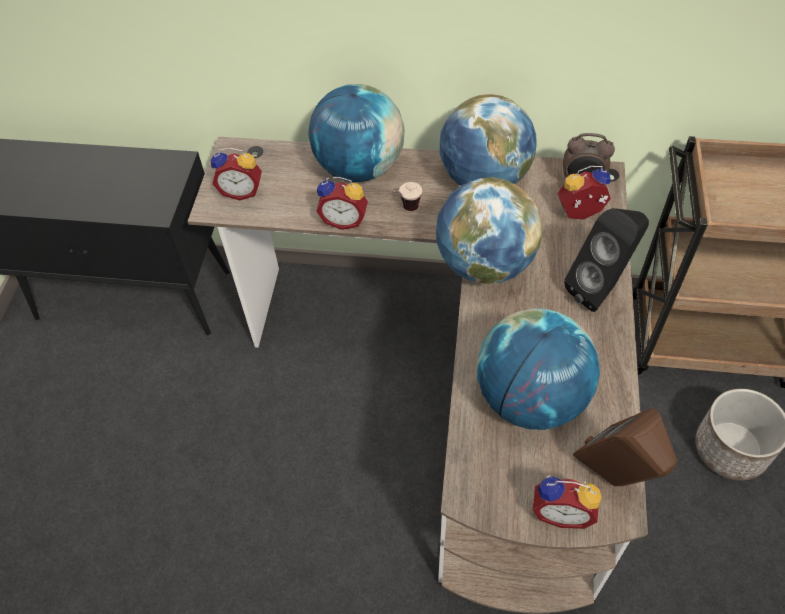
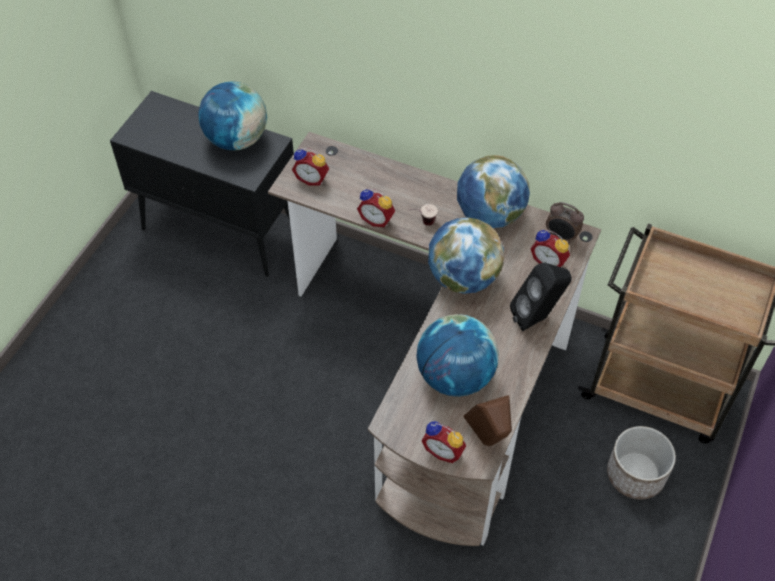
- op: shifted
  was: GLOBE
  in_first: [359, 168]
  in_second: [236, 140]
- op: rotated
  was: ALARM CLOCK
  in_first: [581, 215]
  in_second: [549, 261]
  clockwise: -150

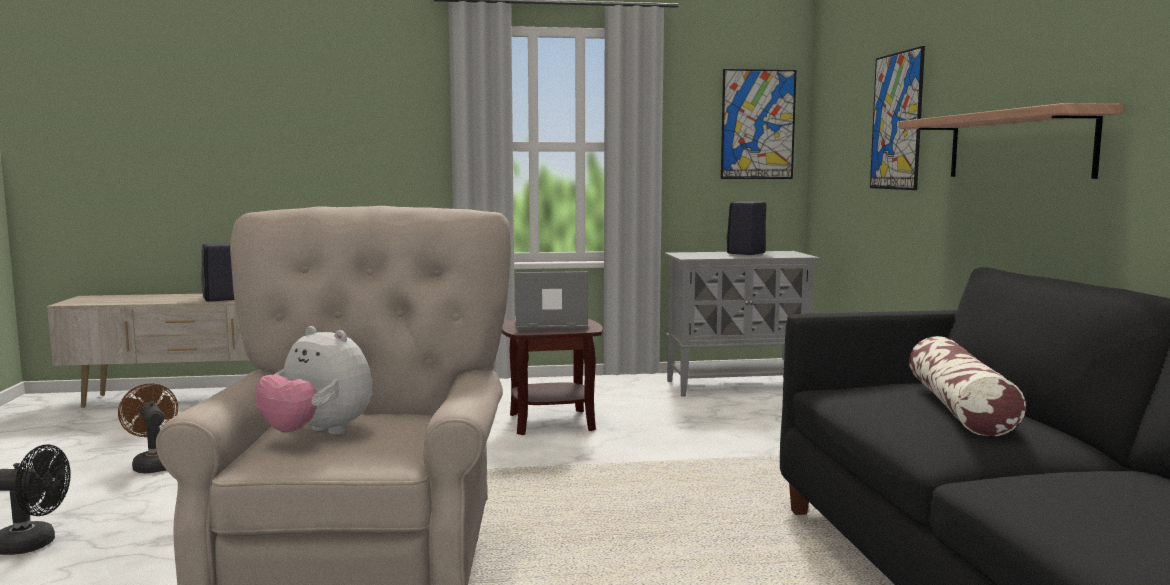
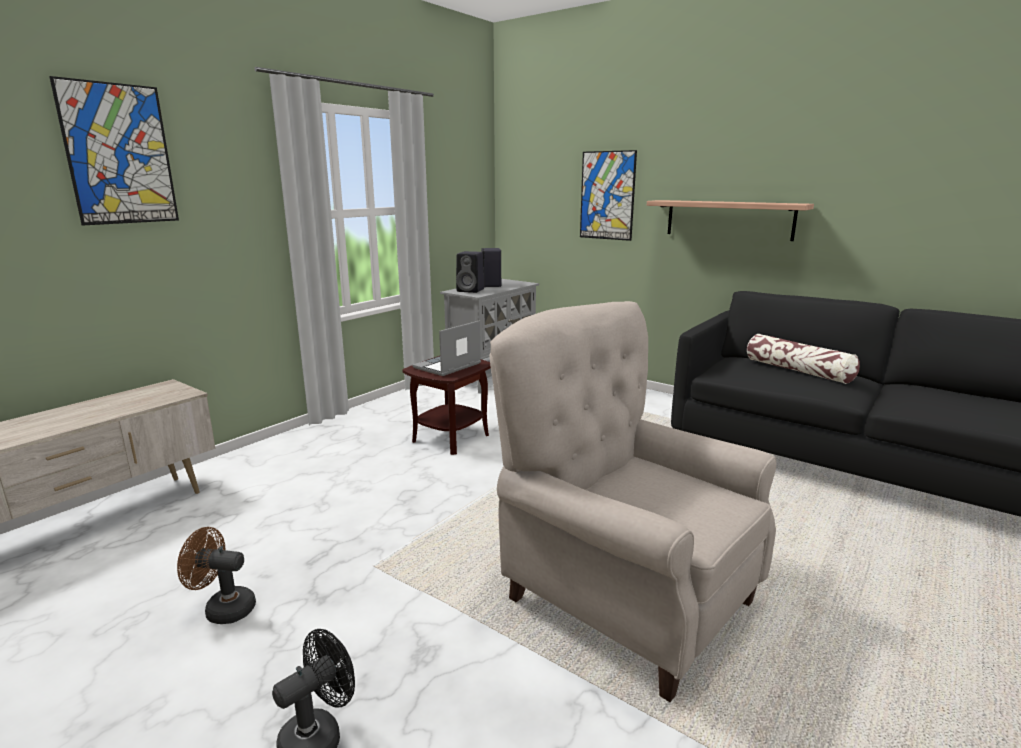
- op: shifted
  was: BLACK SPEAKER
  in_first: [221, 299]
  in_second: [471, 290]
- op: gone
  was: PLUSH TOY
  in_first: [317, 434]
- op: shifted
  was: PICTURE
  in_first: [758, 124]
  in_second: [119, 154]

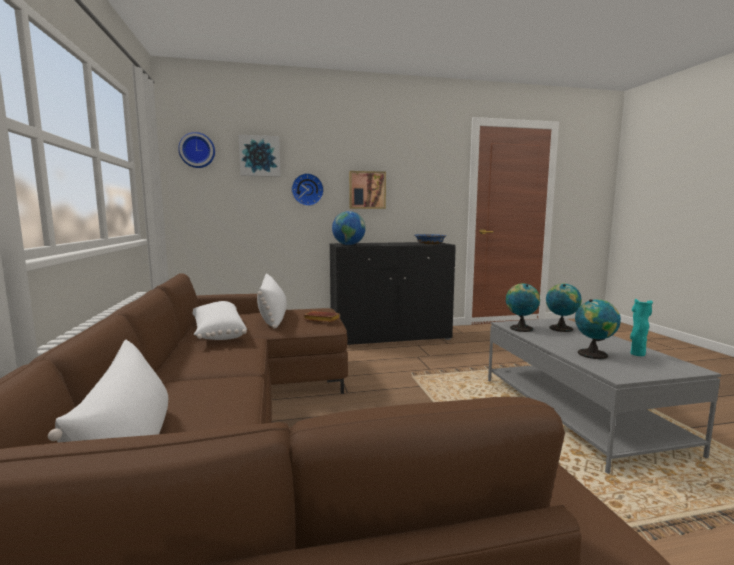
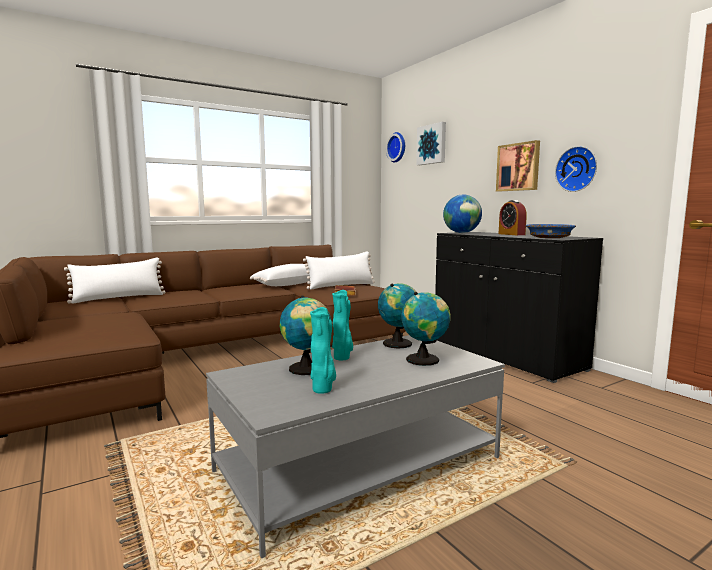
- op: shifted
  was: WALL CLOCK
  in_first: [307, 189]
  in_second: [577, 169]
- op: new
  now: TURQUOISE VASE
  in_second: [342, 358]
- op: new
  now: ALARM CLOCK
  in_second: [511, 234]

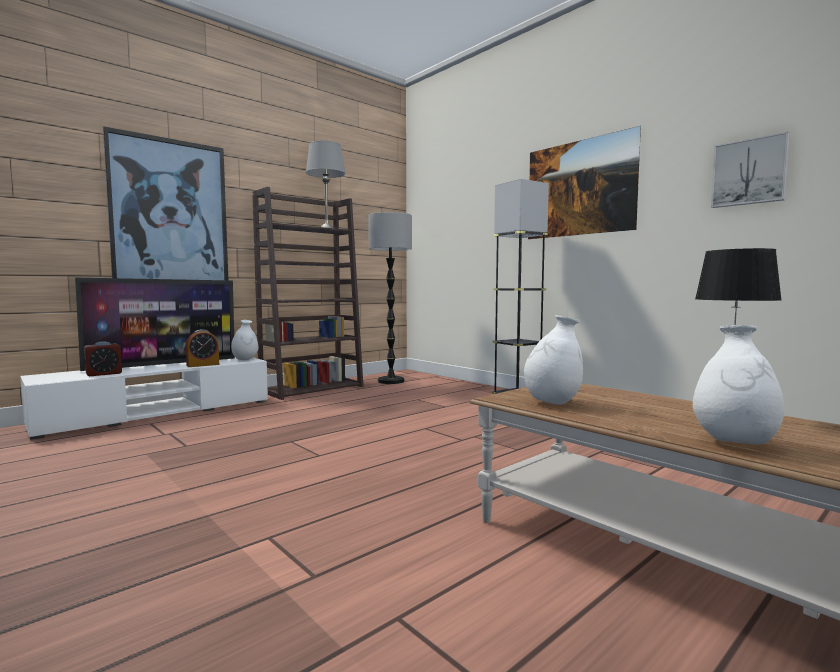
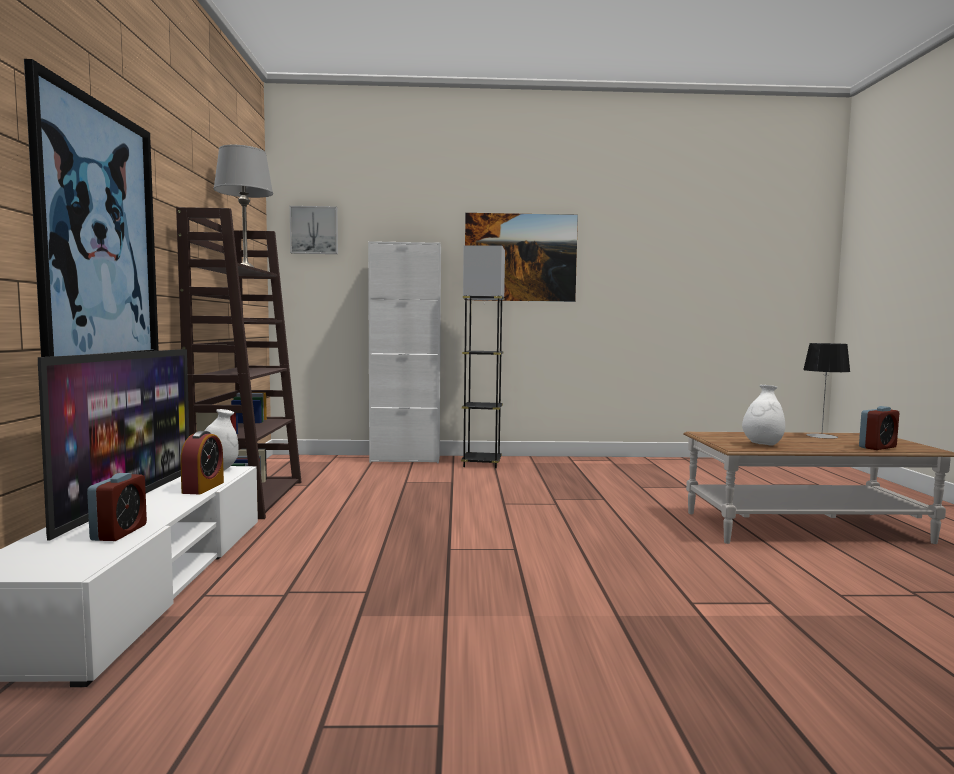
- op: gone
  was: FLOOR LAMP
  in_first: [390, 381]
- op: swapped
  was: WHITE VASE
  now: ALARM CLOCK
  in_first: [734, 443]
  in_second: [877, 447]
- op: shifted
  was: PICTURE
  in_first: [749, 172]
  in_second: [314, 230]
- op: new
  now: WHITE CABINET
  in_second: [405, 459]

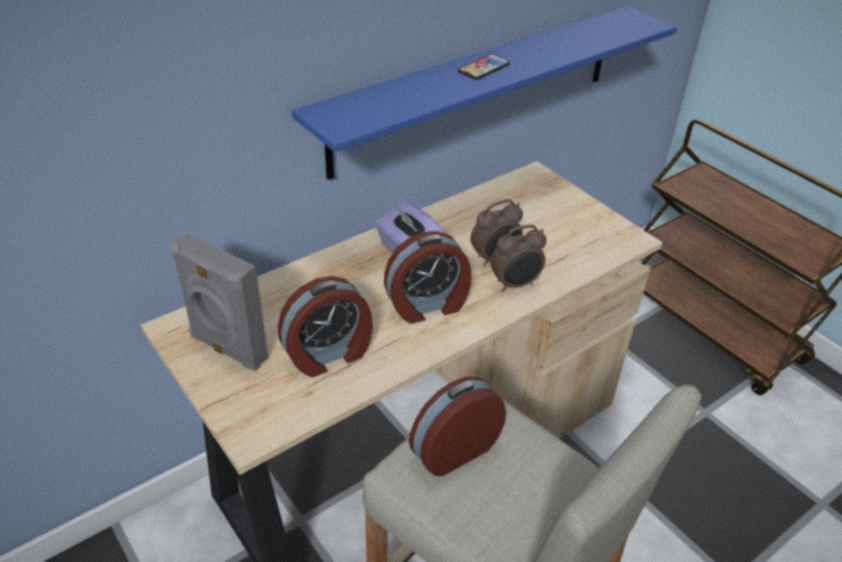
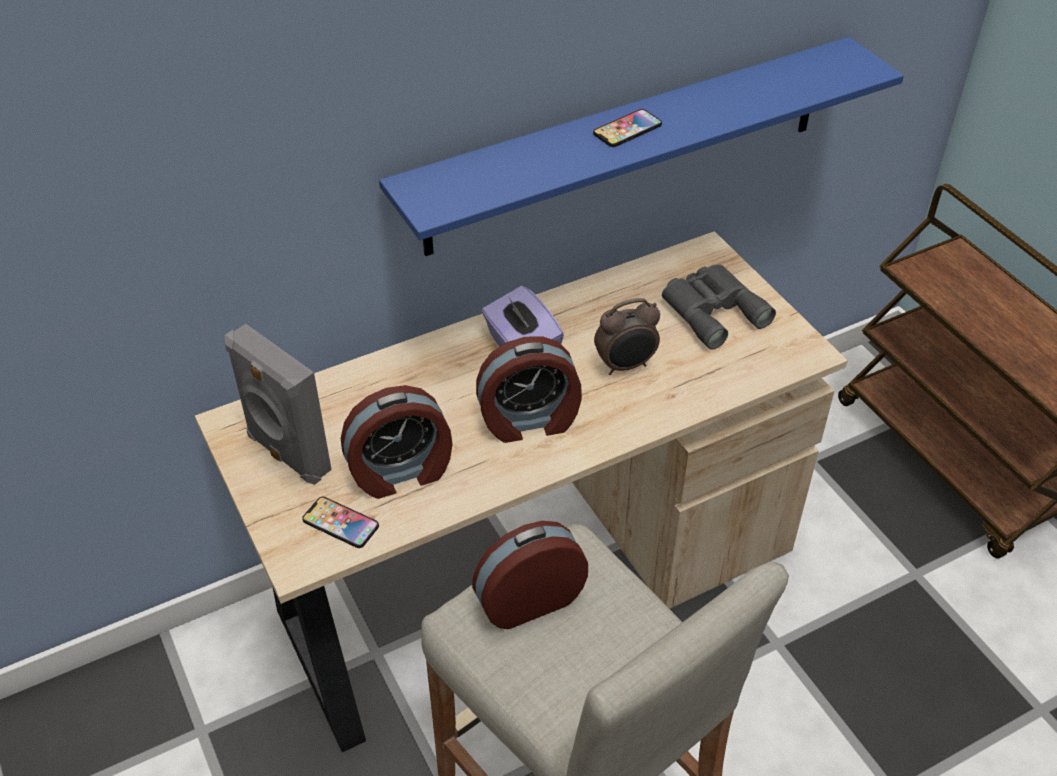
- op: gone
  was: ALARM CLOCK
  in_first: [515, 284]
- op: new
  now: PHONE
  in_second: [340, 523]
- op: new
  now: GREY BINOCULARS
  in_second: [711, 309]

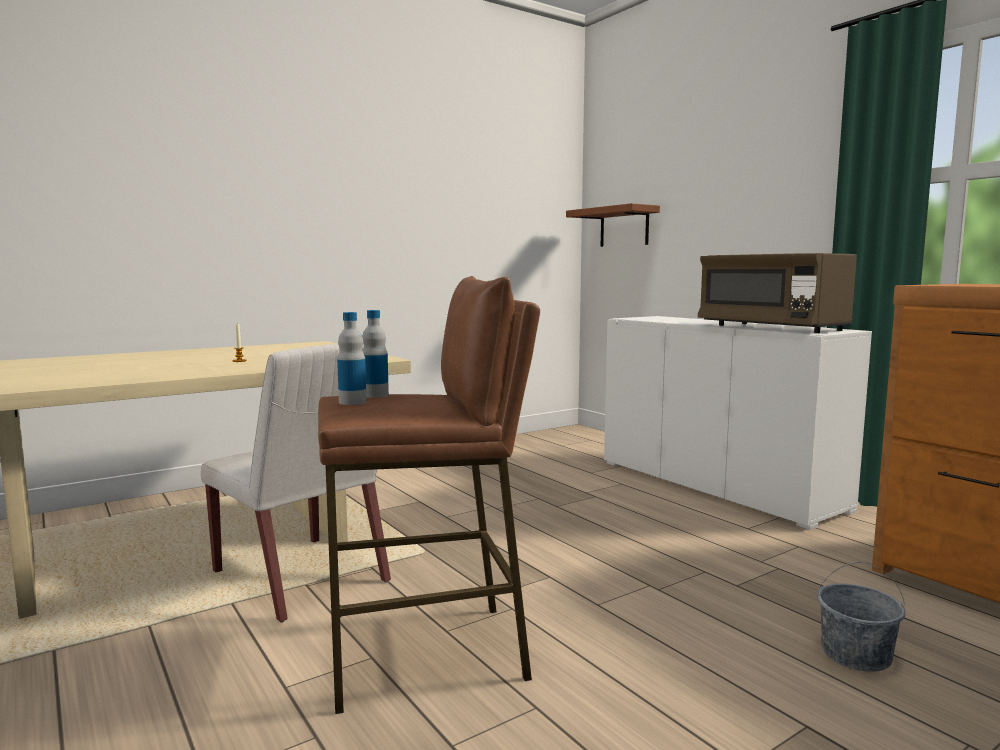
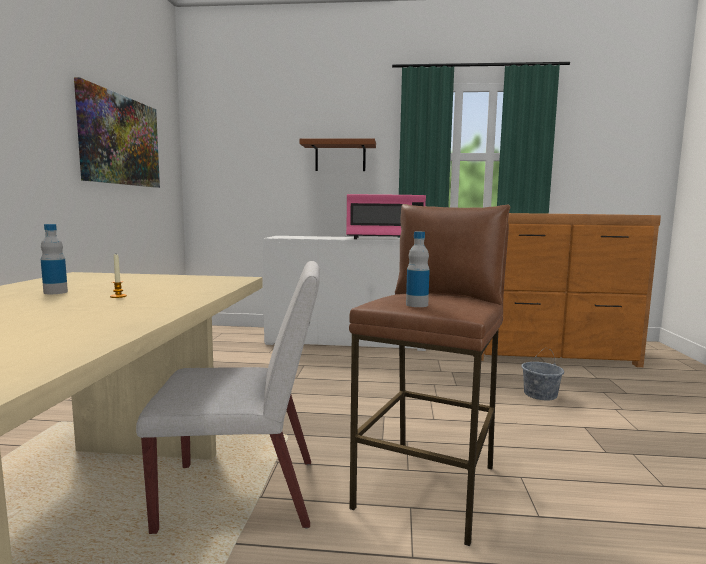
- op: shifted
  was: BOTTLE
  in_first: [375, 395]
  in_second: [55, 292]
- op: shifted
  was: BROWN SHELF
  in_first: [624, 227]
  in_second: [340, 157]
- op: repainted
  was: BROWN MICROWAVE
  now: PINK MICROWAVE
  in_first: [771, 328]
  in_second: [385, 239]
- op: new
  now: PICTURE
  in_second: [120, 140]

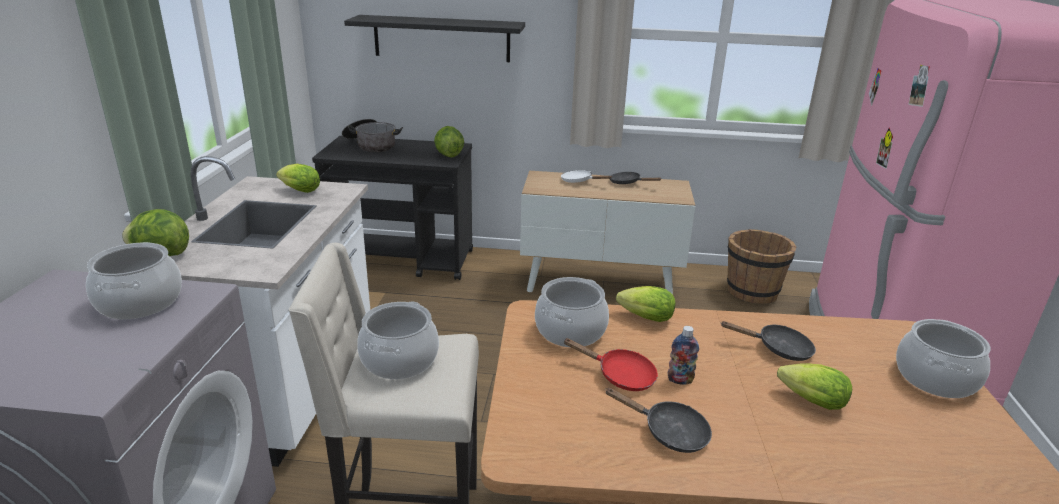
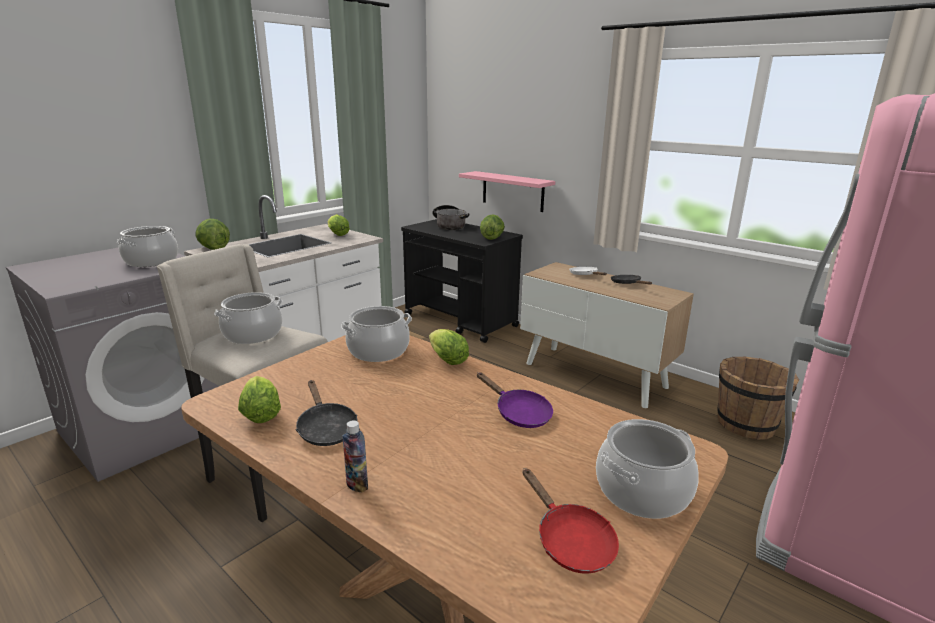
- op: gone
  was: BLACK SHELF
  in_first: [441, 38]
- op: shifted
  was: RED FRYING PAN
  in_first: [620, 375]
  in_second: [570, 541]
- op: shifted
  was: BOTTLE
  in_first: [680, 380]
  in_second: [357, 485]
- op: repainted
  was: BLACK FRYING PAN
  now: PURPLE FRYING PAN
  in_first: [778, 349]
  in_second: [519, 413]
- op: shifted
  was: LETTUCE
  in_first: [808, 400]
  in_second: [261, 413]
- op: new
  now: PINK SHELF
  in_second: [512, 191]

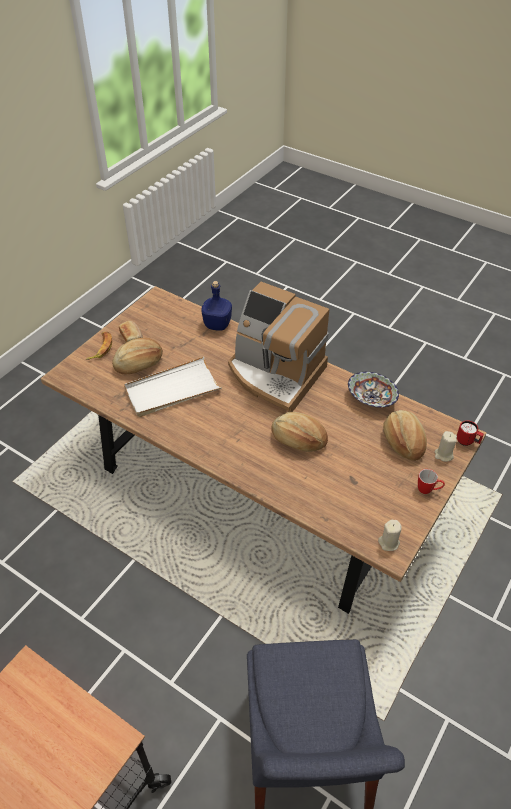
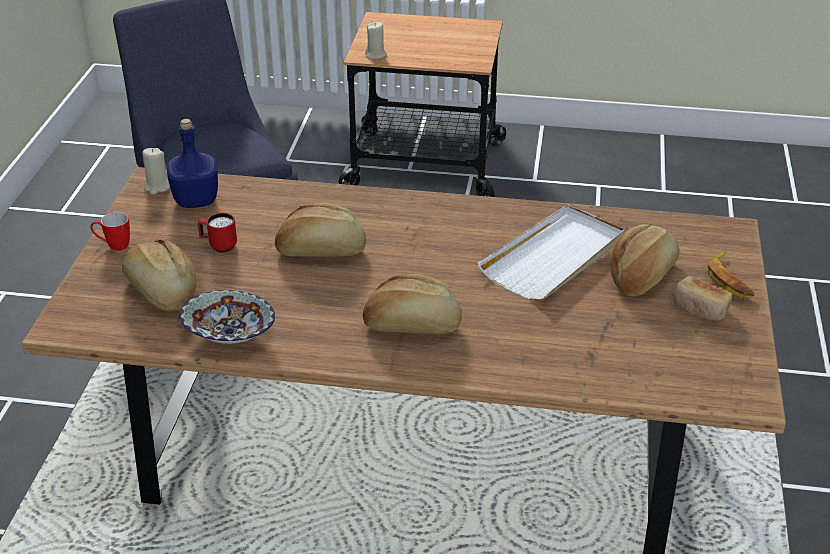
- op: shifted
  was: BLUE BOTTLE
  in_first: [217, 324]
  in_second: [197, 200]
- op: swapped
  was: COFFEE MACHINE
  now: BREAD
  in_first: [275, 374]
  in_second: [412, 325]
- op: shifted
  was: BEIGE CANDLE
  in_first: [443, 455]
  in_second: [376, 55]
- op: shifted
  was: RED MUG
  in_first: [467, 442]
  in_second: [219, 246]

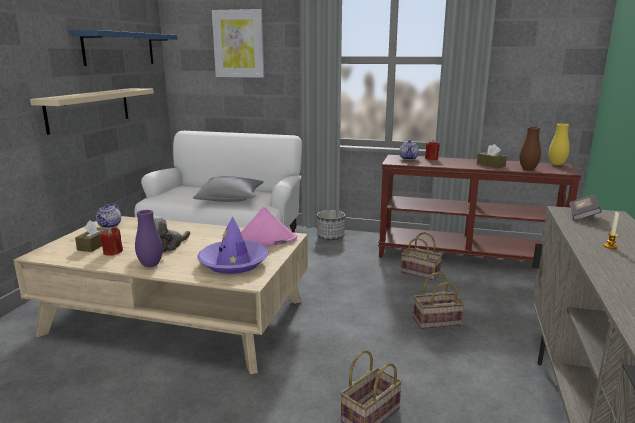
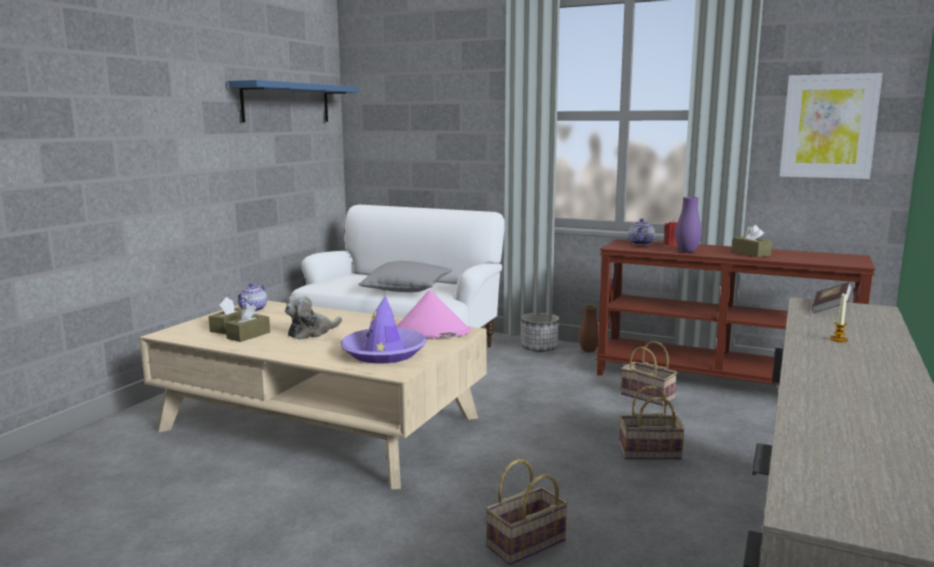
- op: gone
  was: BEIGE SHELF
  in_first: [89, 109]
- op: swapped
  was: RED CANDLE
  now: BROWN TISSUE BOX
  in_first: [112, 252]
  in_second: [248, 335]
- op: shifted
  was: PURPLE VASE
  in_first: [150, 265]
  in_second: [687, 251]
- op: shifted
  was: PICTURE
  in_first: [238, 44]
  in_second: [828, 126]
- op: shifted
  was: BROWN VASE
  in_first: [528, 169]
  in_second: [588, 351]
- op: gone
  was: YELLOW VASE
  in_first: [556, 164]

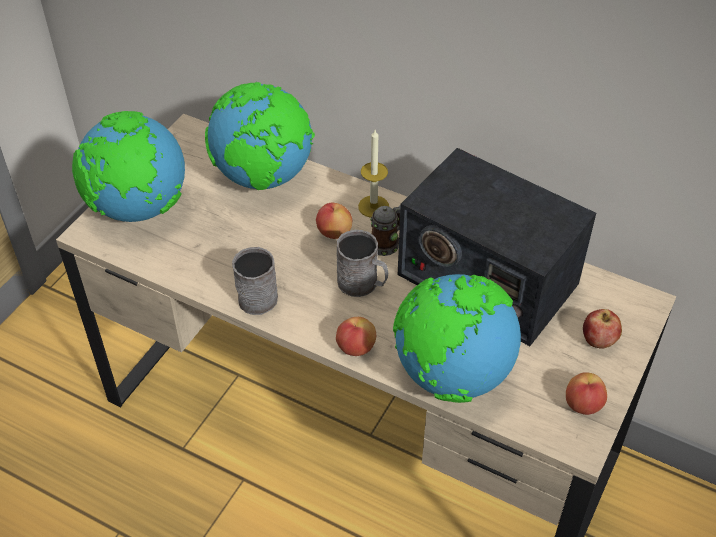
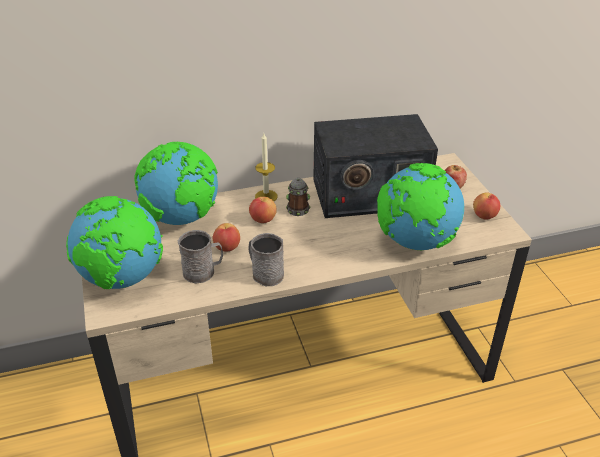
- op: shifted
  was: APPLE
  in_first: [356, 348]
  in_second: [227, 247]
- op: shifted
  was: GREY MUG
  in_first: [362, 284]
  in_second: [203, 271]

